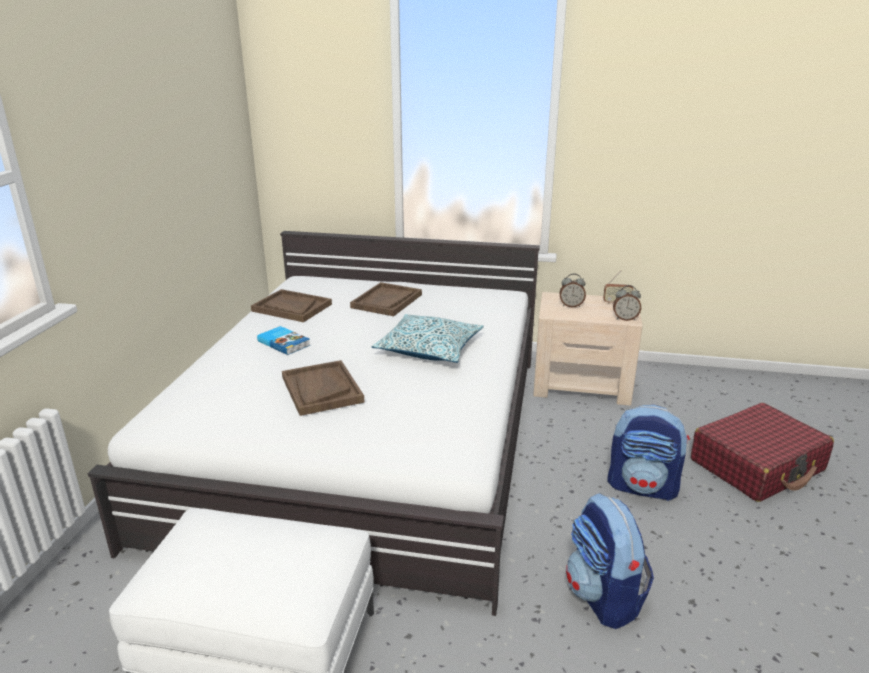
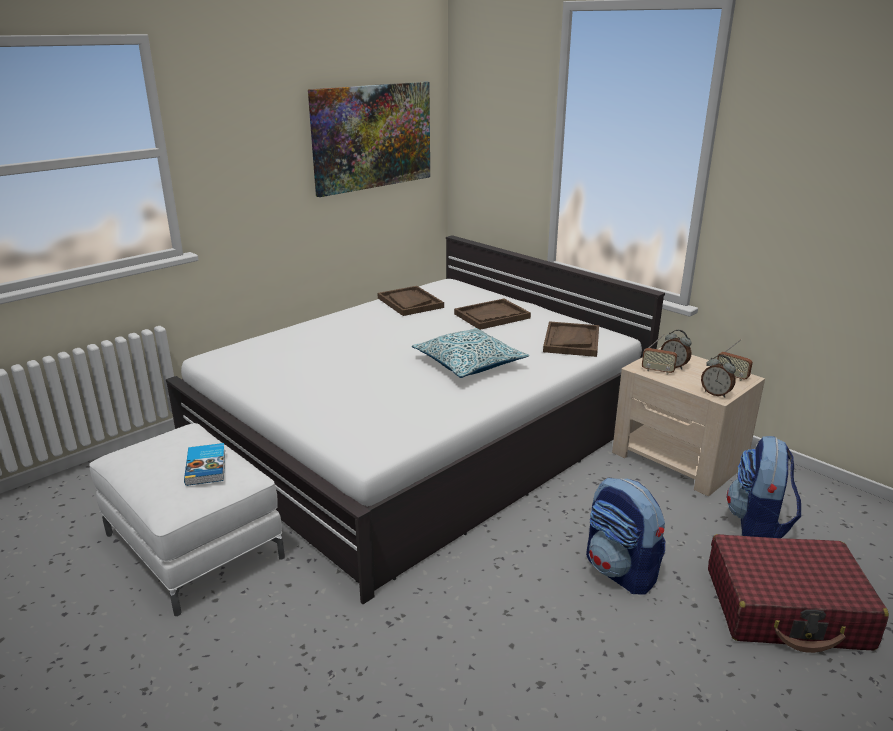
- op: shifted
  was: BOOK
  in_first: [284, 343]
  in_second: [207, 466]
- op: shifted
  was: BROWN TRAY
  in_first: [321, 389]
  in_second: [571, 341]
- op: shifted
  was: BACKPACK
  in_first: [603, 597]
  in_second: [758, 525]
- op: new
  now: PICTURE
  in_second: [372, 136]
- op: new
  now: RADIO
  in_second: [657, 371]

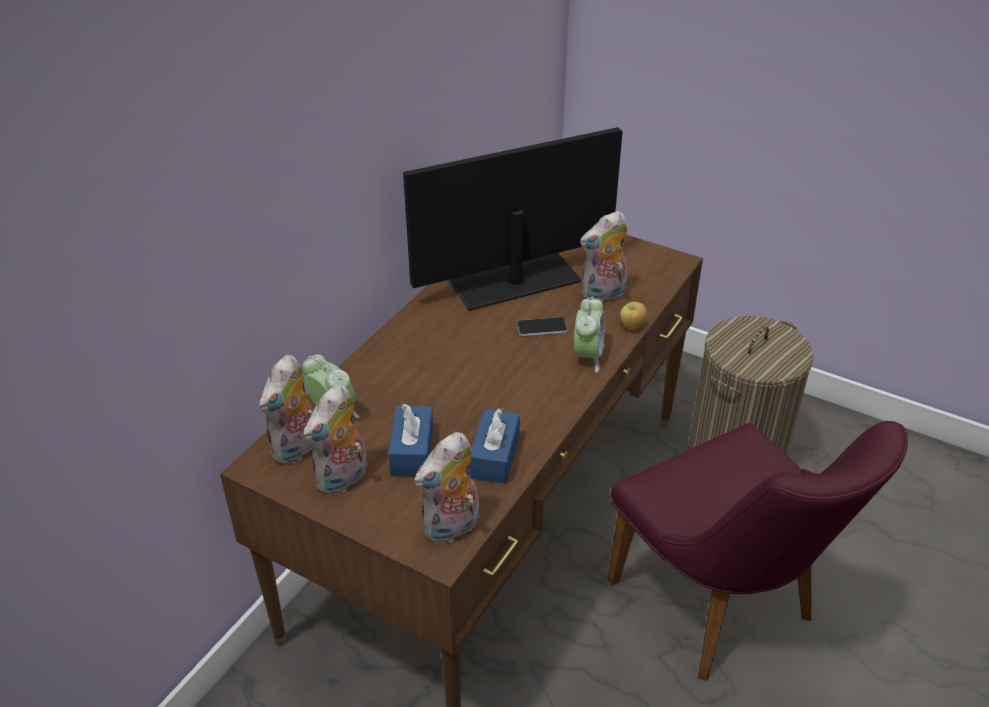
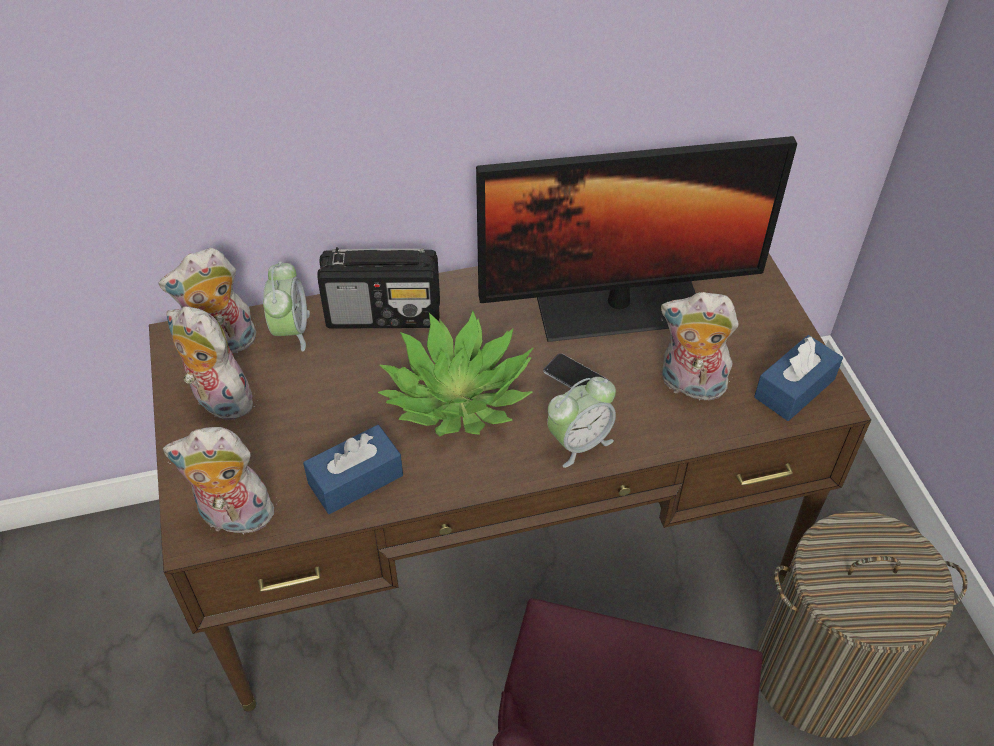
- op: rotated
  was: PLUSH TOY
  in_first: [343, 479]
  in_second: [218, 401]
  clockwise: 45
- op: shifted
  was: BLUE TISSUE BOX
  in_first: [412, 451]
  in_second: [794, 388]
- op: rotated
  was: MONITOR
  in_first: [514, 281]
  in_second: [619, 307]
  clockwise: 150
- op: gone
  was: APPLE
  in_first: [632, 326]
- op: new
  now: RADIO
  in_second: [384, 314]
- op: new
  now: POTTED PLANT
  in_second: [457, 396]

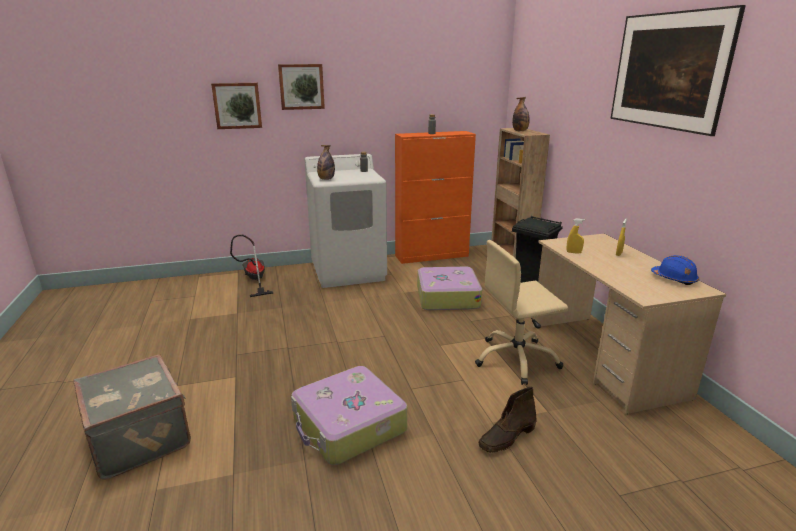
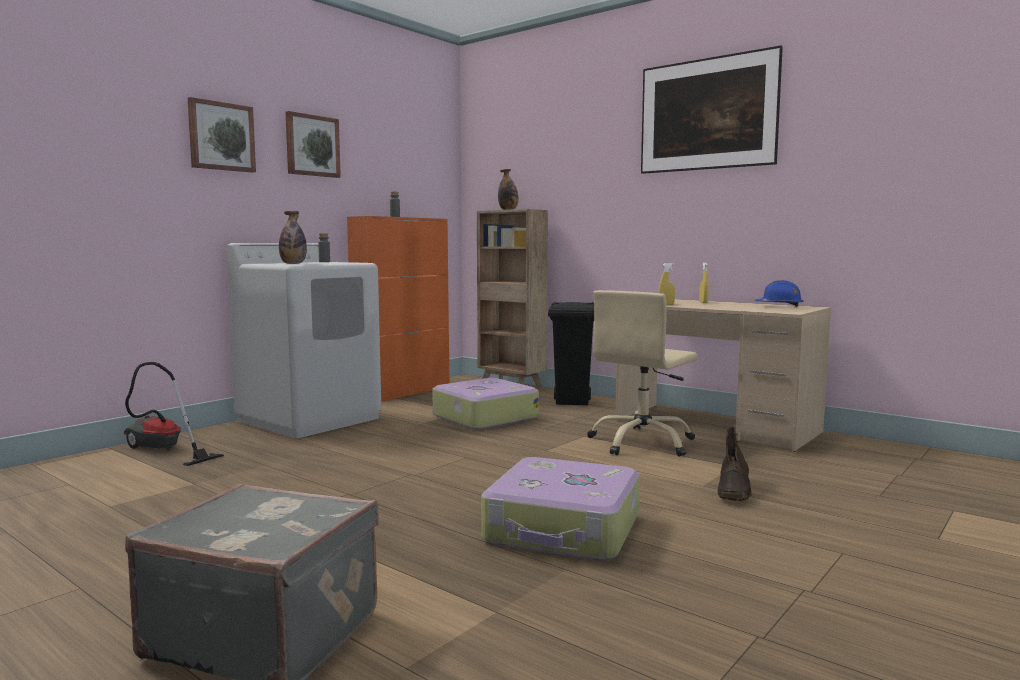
- op: shifted
  was: PICTURE
  in_first: [237, 105]
  in_second: [312, 145]

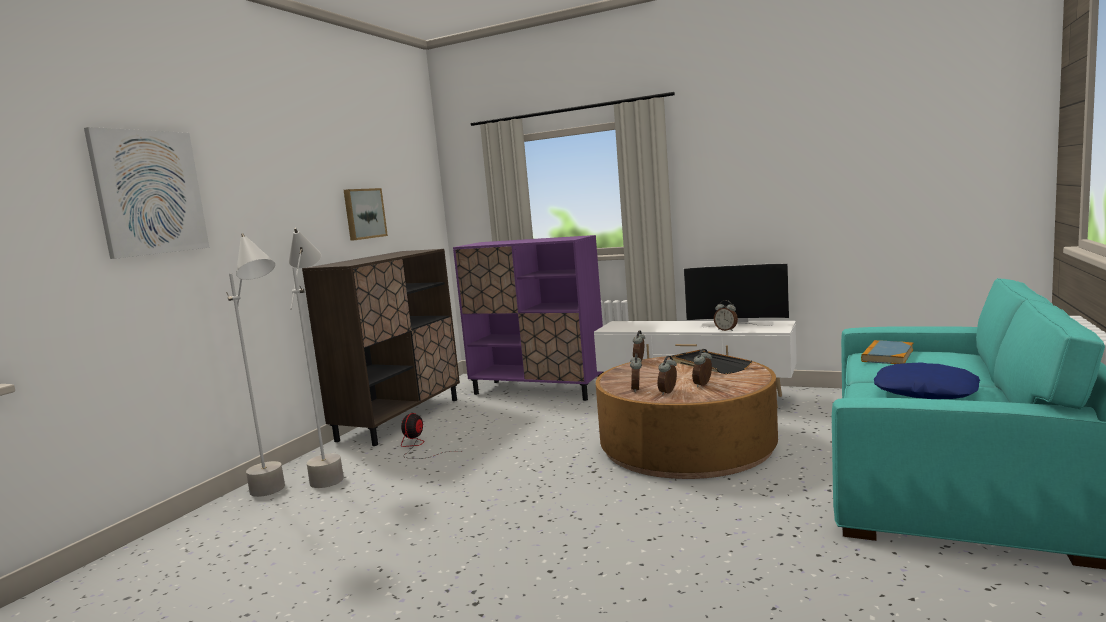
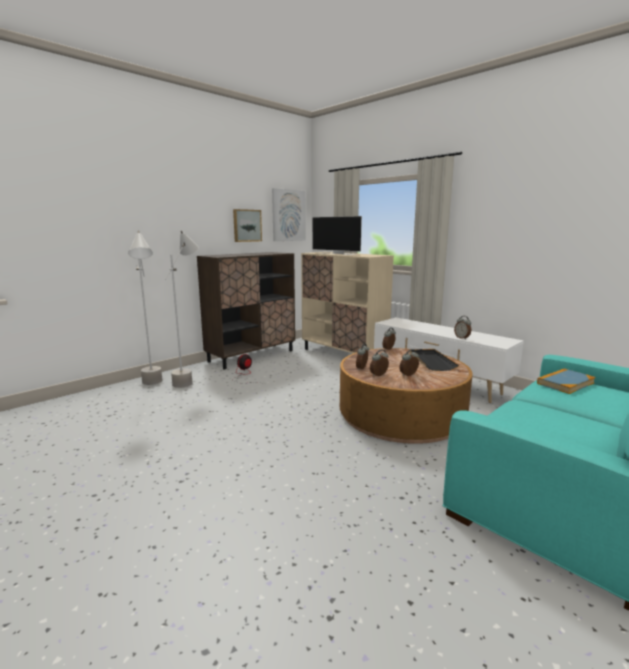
- op: shifted
  was: PICTURE
  in_first: [149, 192]
  in_second: [288, 215]
- op: repainted
  was: PURPLE CABINET
  now: BEIGE CABINET
  in_first: [538, 390]
  in_second: [343, 355]
- op: shifted
  was: TELEVISION
  in_first: [737, 323]
  in_second: [338, 253]
- op: gone
  was: BLUE PILLOW
  in_first: [925, 391]

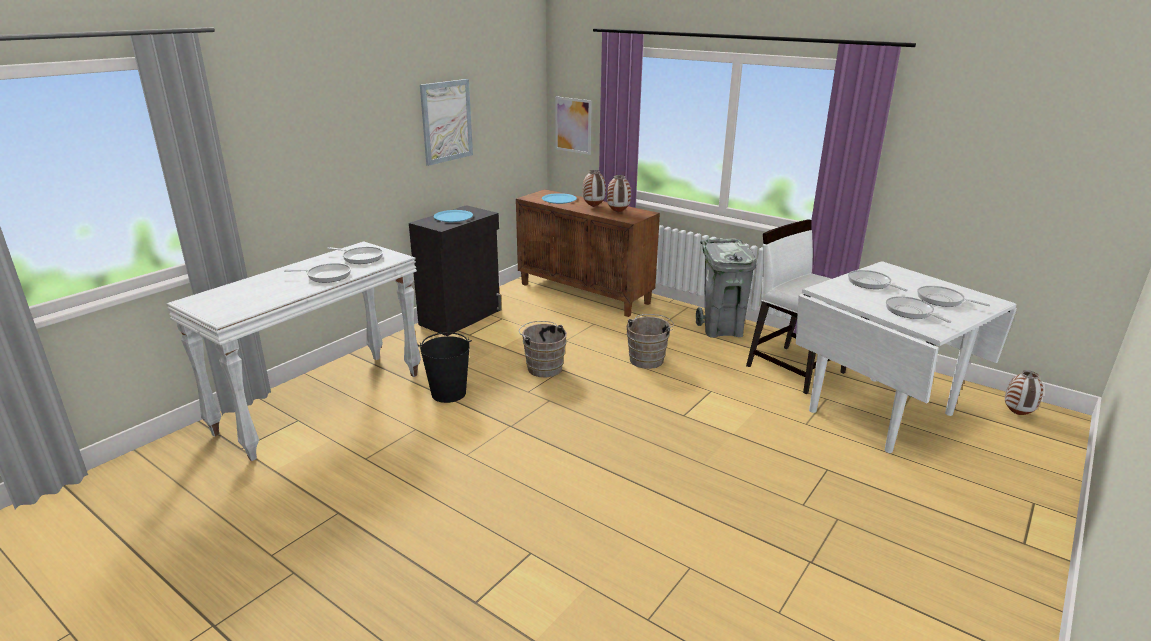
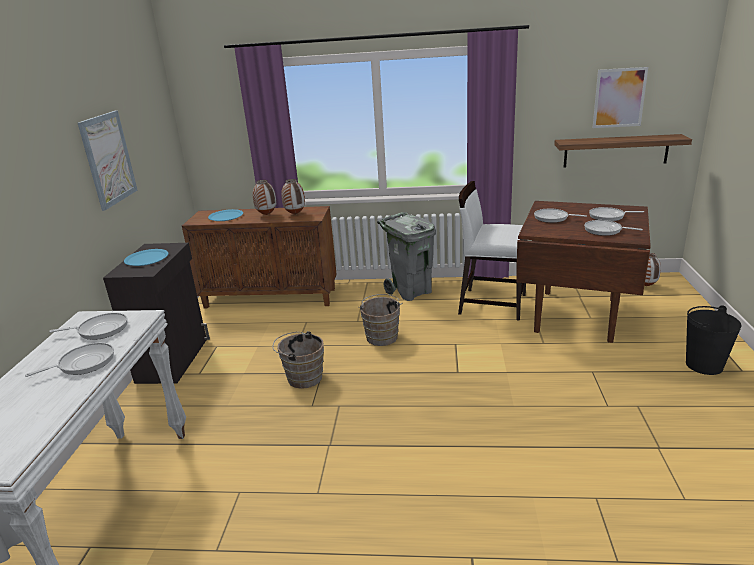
- op: shifted
  was: BLACK BUCKET
  in_first: [449, 393]
  in_second: [703, 365]
- op: shifted
  was: PICTURE
  in_first: [573, 125]
  in_second: [619, 98]
- op: repainted
  was: WHITE DINING TABLE
  now: BROWN DINING TABLE
  in_first: [881, 413]
  in_second: [577, 315]
- op: new
  now: SHELF
  in_second: [615, 151]

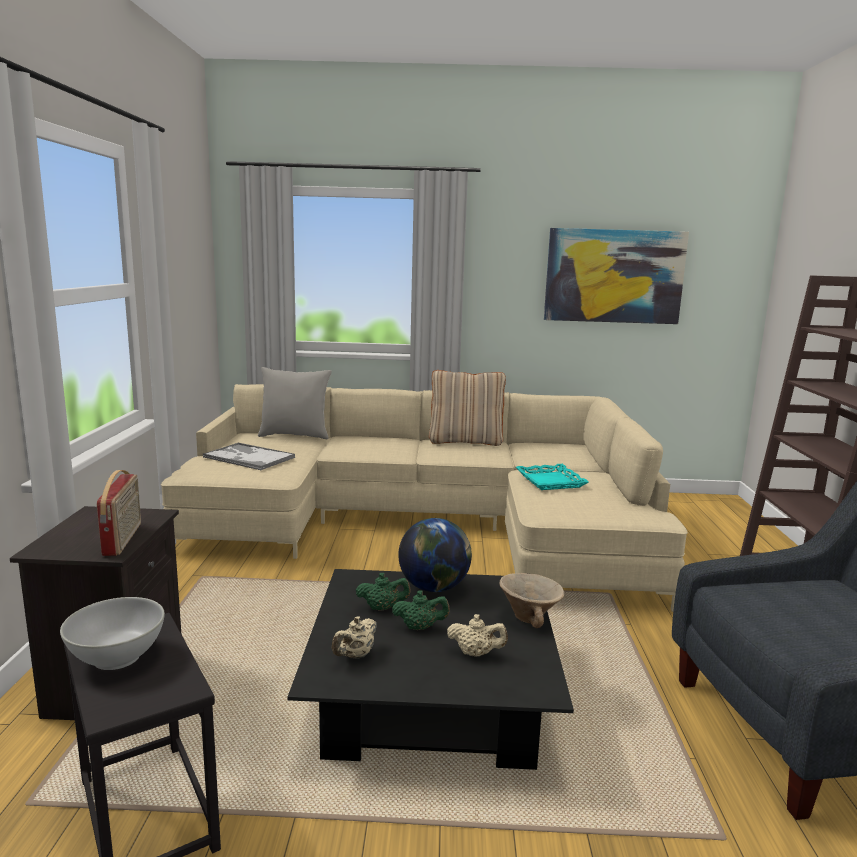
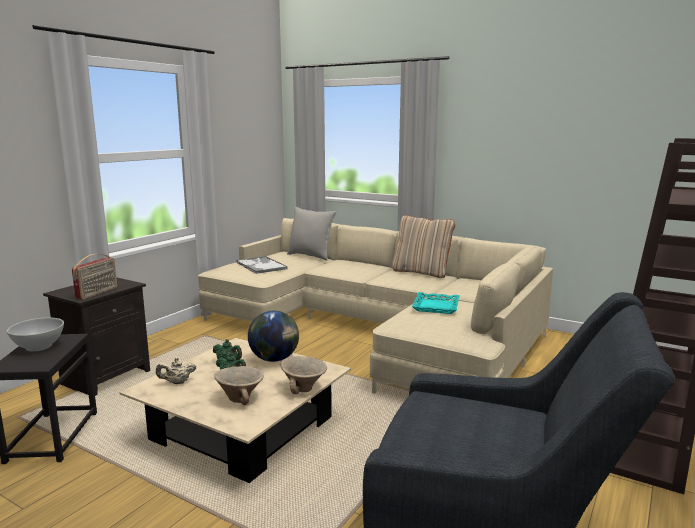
- op: repainted
  was: BLACK COFFEE TABLE
  now: BEIGE COFFEE TABLE
  in_first: [432, 697]
  in_second: [244, 428]
- op: swapped
  was: BEIGE TEAPOT
  now: BEIGE BOWL
  in_first: [476, 653]
  in_second: [240, 398]
- op: gone
  was: PICTURE
  in_first: [614, 276]

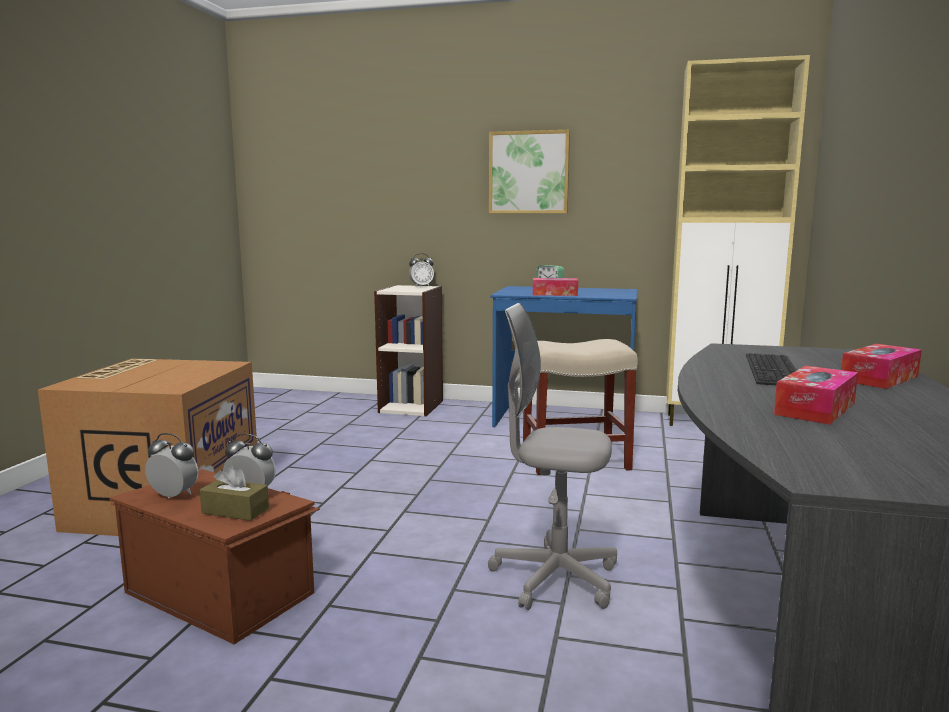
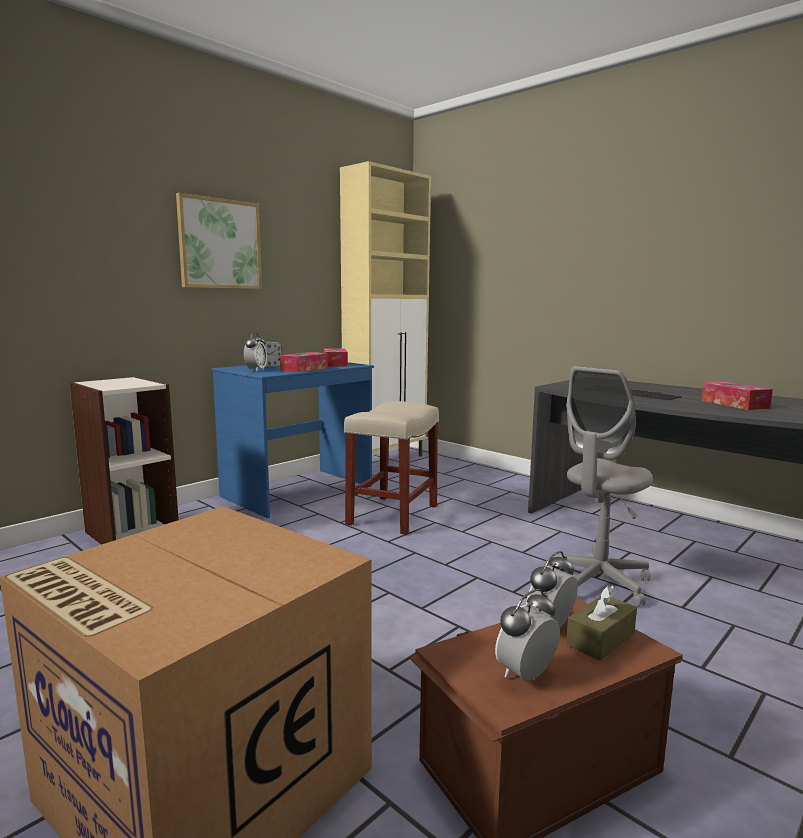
- op: shifted
  was: ALARM CLOCK
  in_first: [421, 286]
  in_second: [256, 370]
- op: shifted
  was: TISSUE BOX
  in_first: [879, 378]
  in_second: [335, 364]

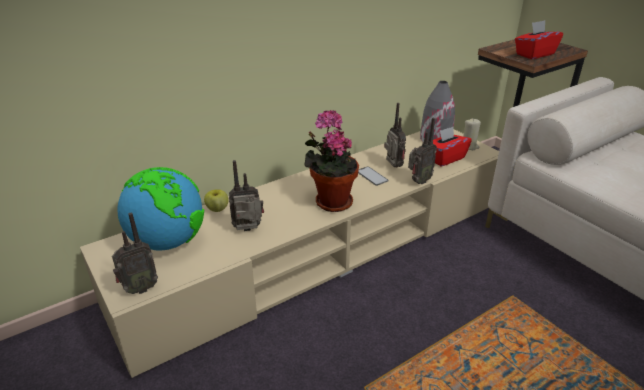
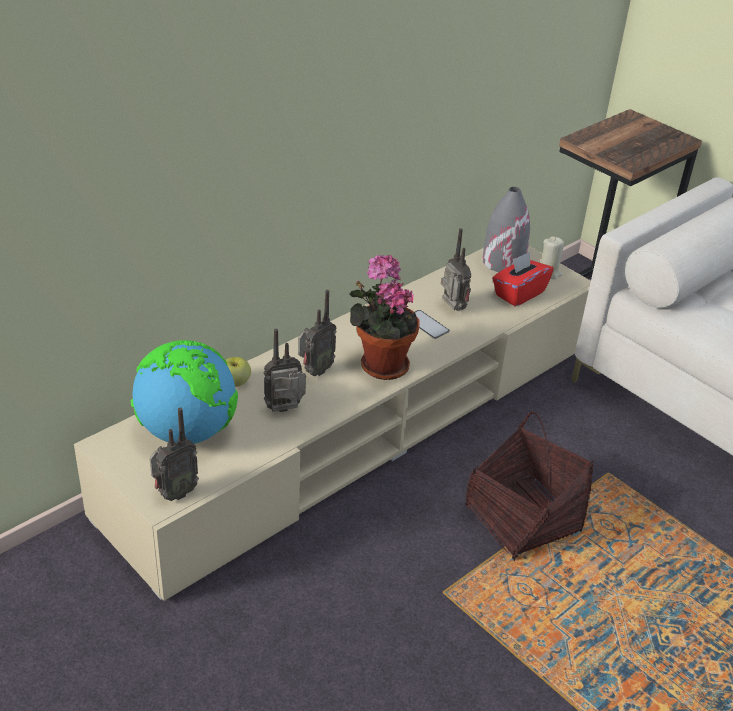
- op: shifted
  was: RADIO
  in_first: [418, 181]
  in_second: [314, 371]
- op: gone
  was: RED TISSUE BOX
  in_first: [534, 54]
- op: new
  now: BASKET
  in_second: [522, 519]

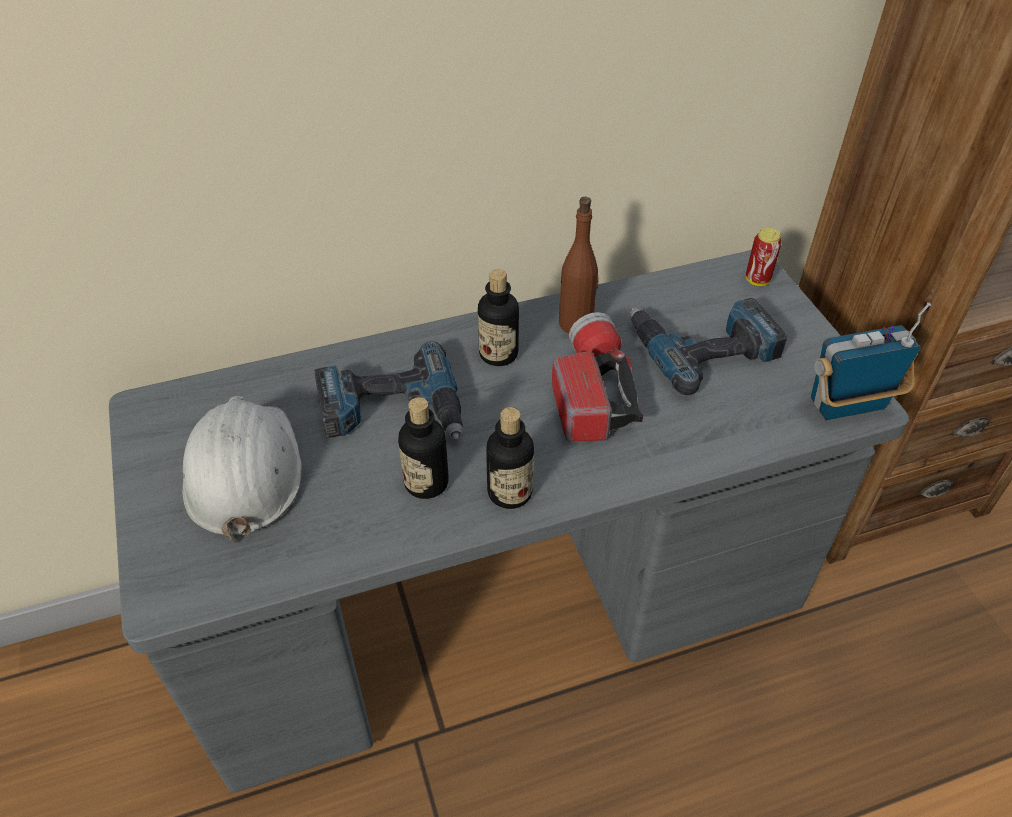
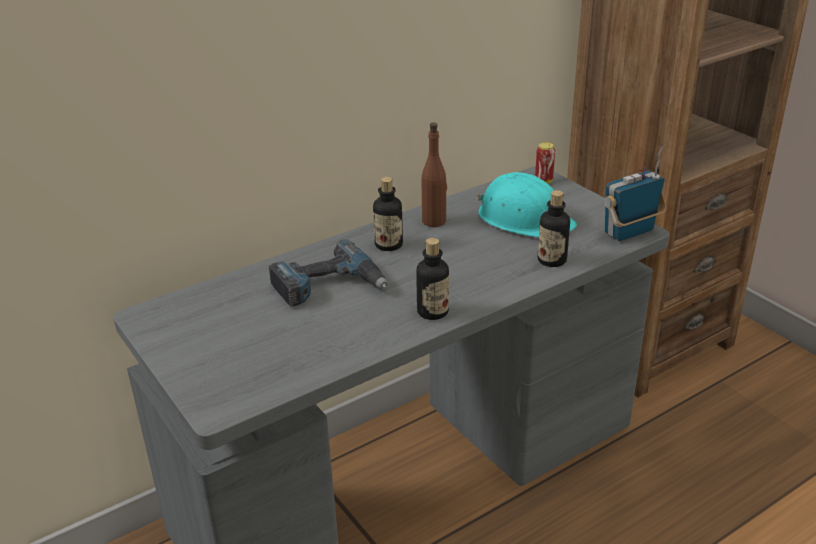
- op: gone
  was: WHITE HARD HAT
  in_first: [243, 472]
- op: shifted
  was: BOTTLE
  in_first: [426, 483]
  in_second: [552, 260]
- op: gone
  was: FLASHLIGHT
  in_first: [591, 392]
- op: swapped
  was: POWER DRILL
  now: TURQUOISE HARD HAT
  in_first: [703, 347]
  in_second: [524, 219]

